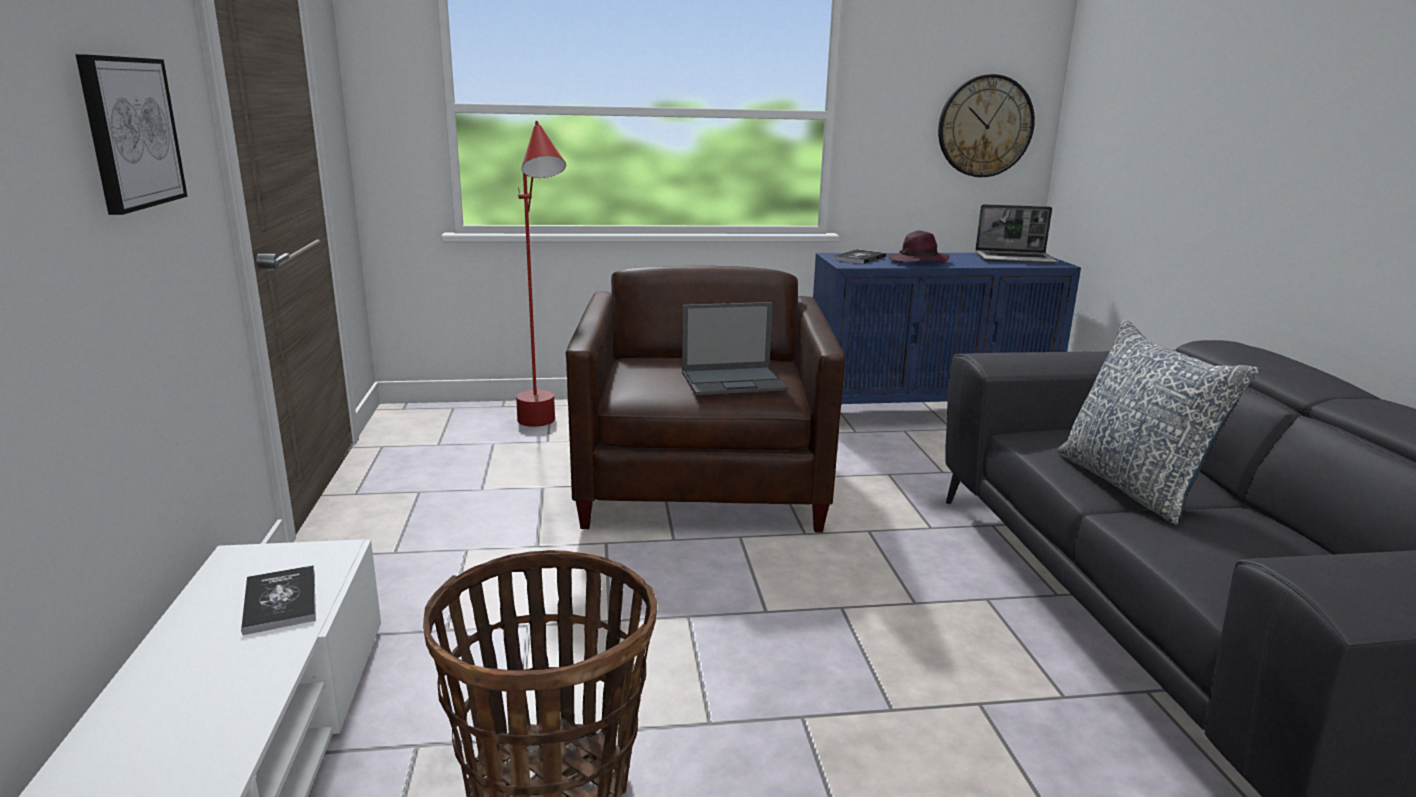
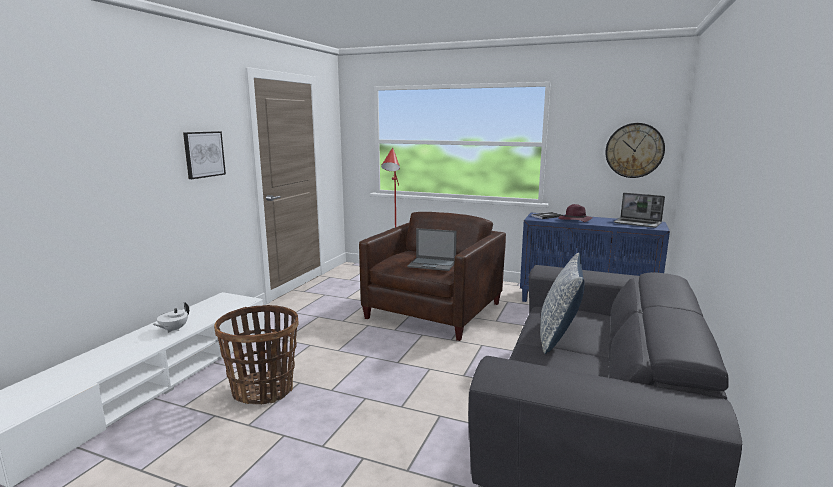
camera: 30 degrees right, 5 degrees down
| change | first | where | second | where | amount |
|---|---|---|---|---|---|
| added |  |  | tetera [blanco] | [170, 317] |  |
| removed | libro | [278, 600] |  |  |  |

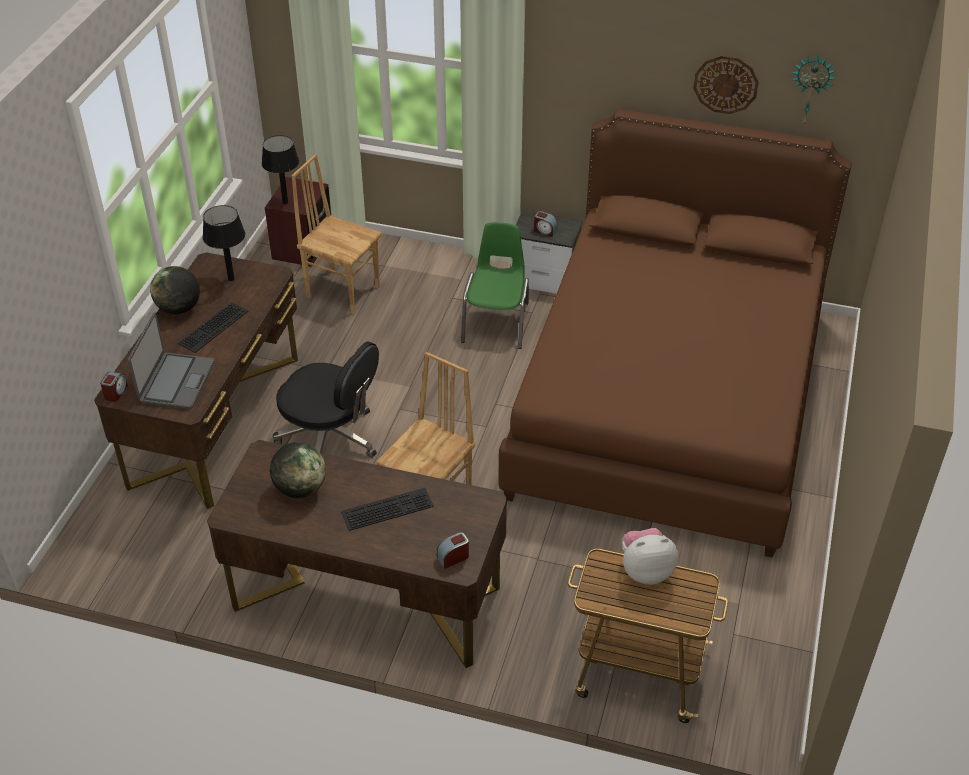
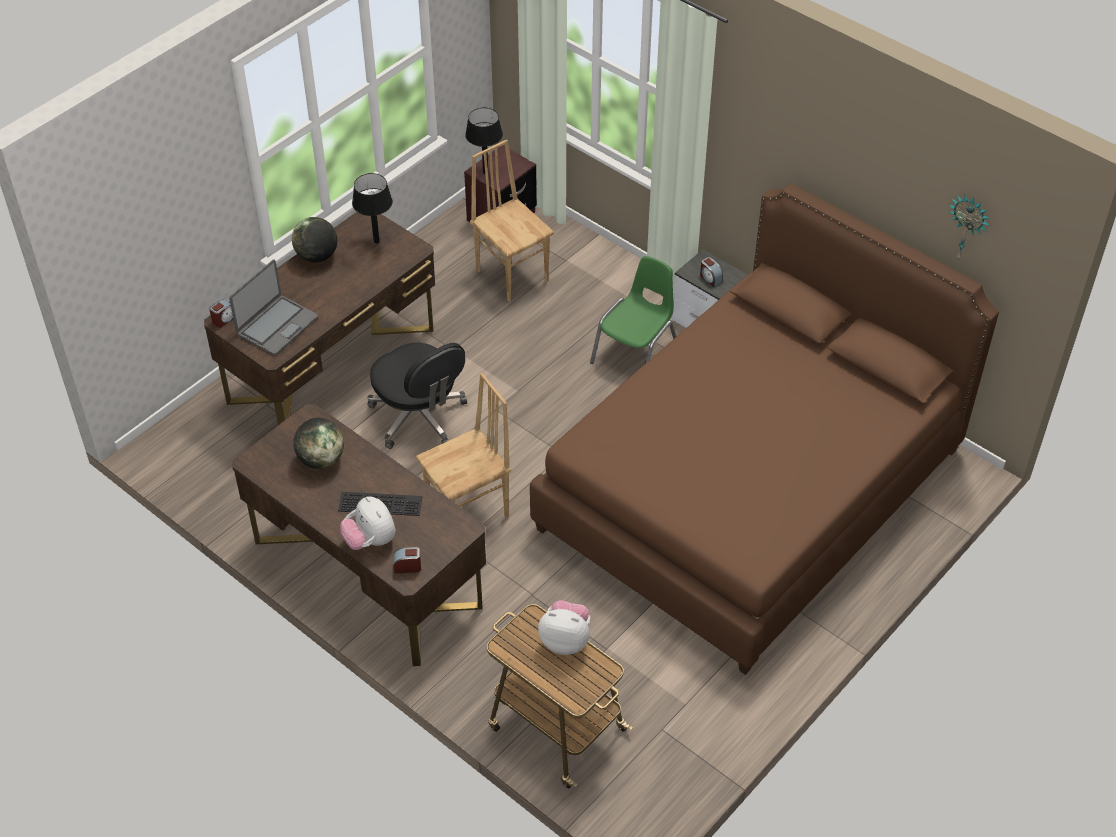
camera: 25 degrees right, 5 degrees up
| change | first | where | second | where | amount |
|---|---|---|---|---|---|
| added |  |  | peluche | [368, 523] |  |
| removed | teclado | [213, 327] |  |  |  |
| removed | reloj de pared | [726, 85] |  |  |  |

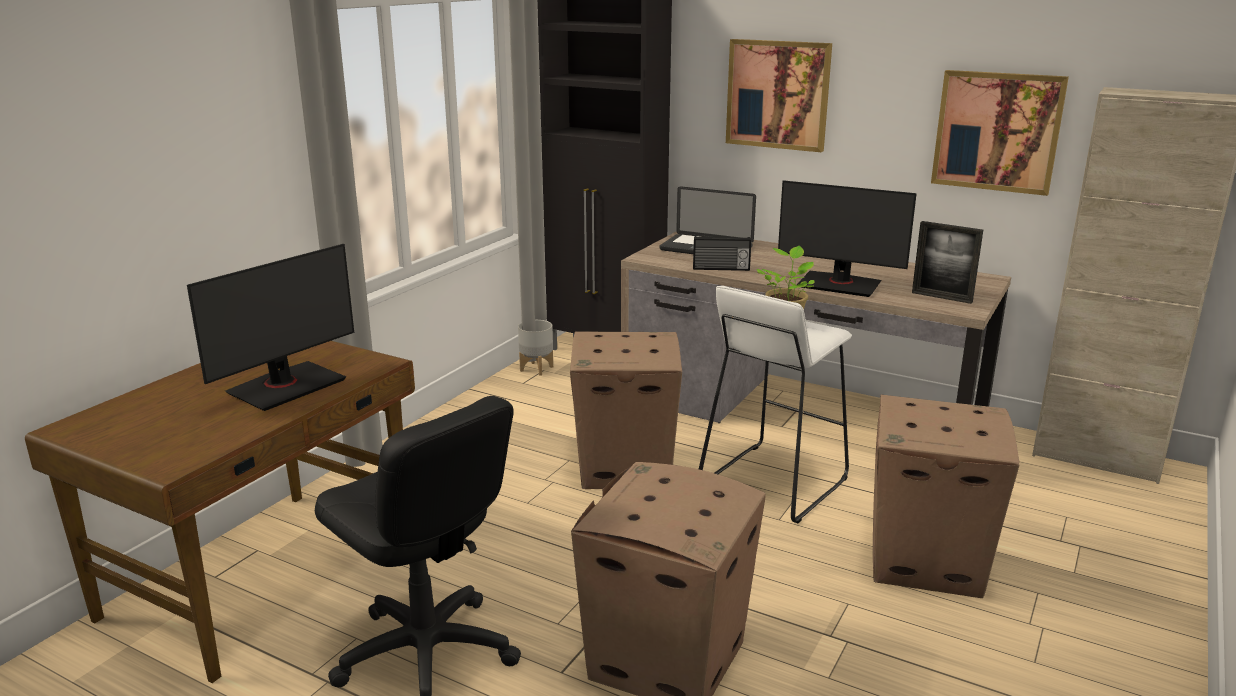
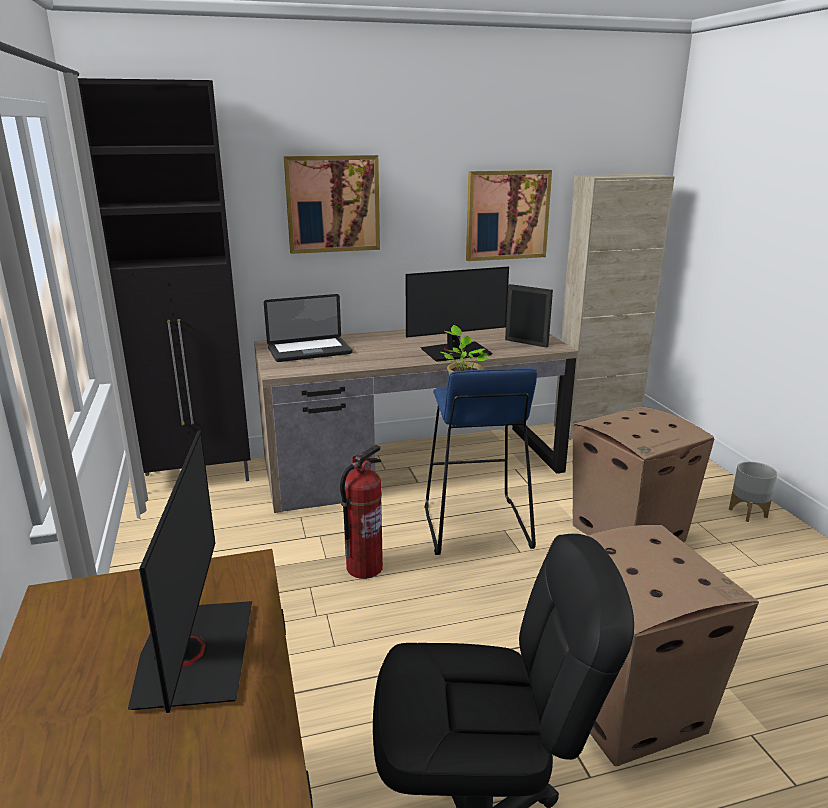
camera: 45 degrees left, 0 degrees up
| change | first | where | second | where | amount |
|---|---|---|---|---|---|
| replaced | caja de cartón | [626, 410] | extintor | [361, 511] |  |
| recoloured | taburete [blanco] | [775, 405] | taburete [azul] | [481, 461] |  |
| turned | portarretratos | [947, 262] |  | [529, 316] | 135 degrees counterclockwise |
| moved | maceta [gris] | [535, 348] |  | [753, 492] |  |
| removed | radio | [722, 253] |  |  |  |

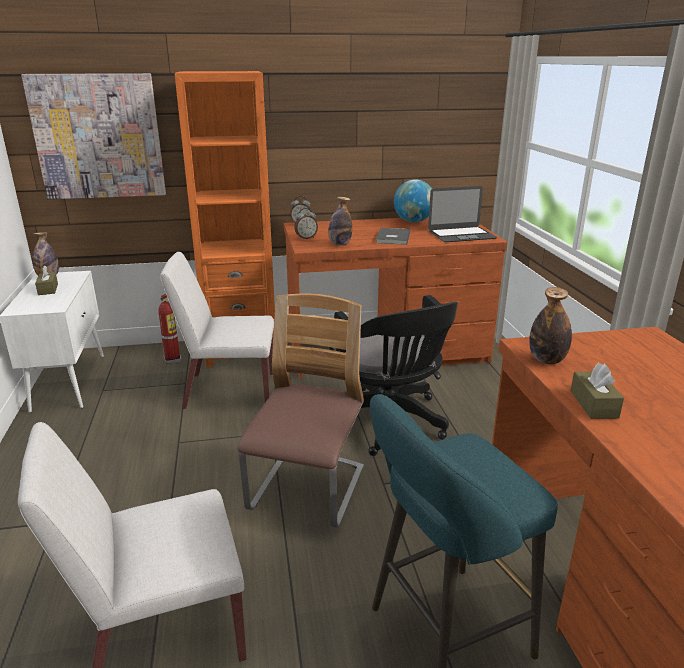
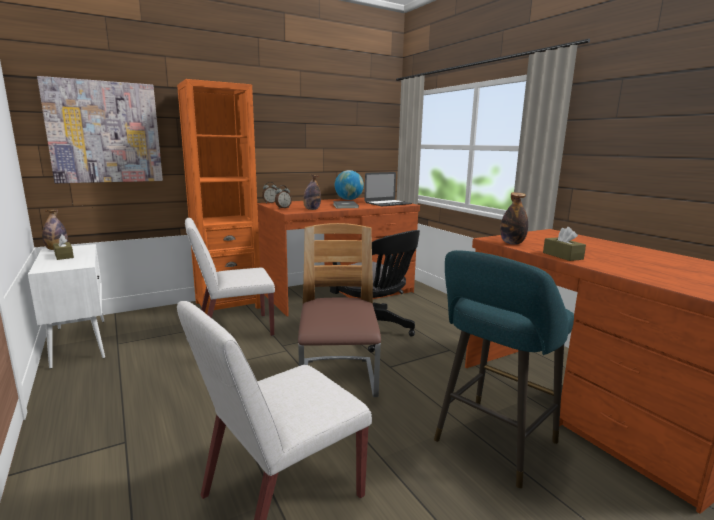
camera: 20 degrees left, 10 degrees down
| change | first | where | second | where | amount |
|---|---|---|---|---|---|
| removed | extintor | [170, 329] |  |  |  |

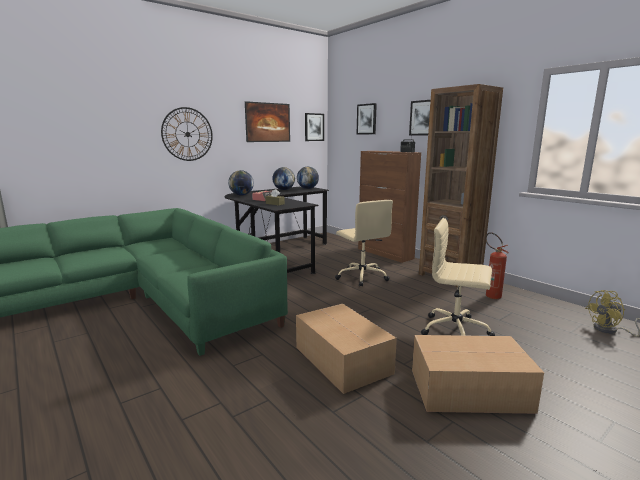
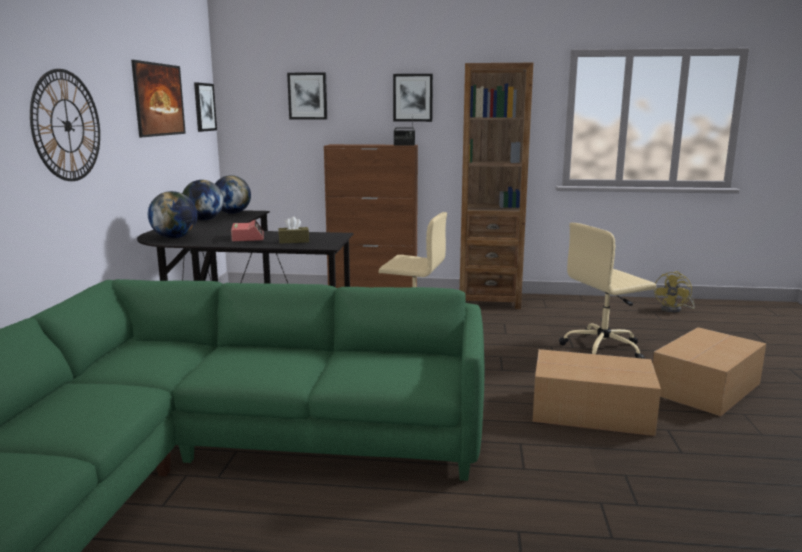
camera: 45 degrees left, 0 degrees up
| change | first | where | second | where | amount |
|---|---|---|---|---|---|
| removed | extintor | [497, 265] |  |  |  |

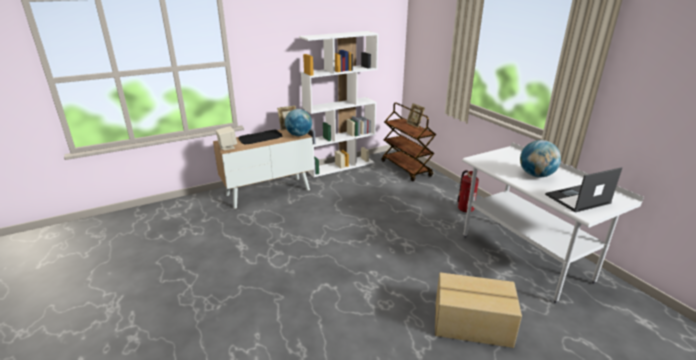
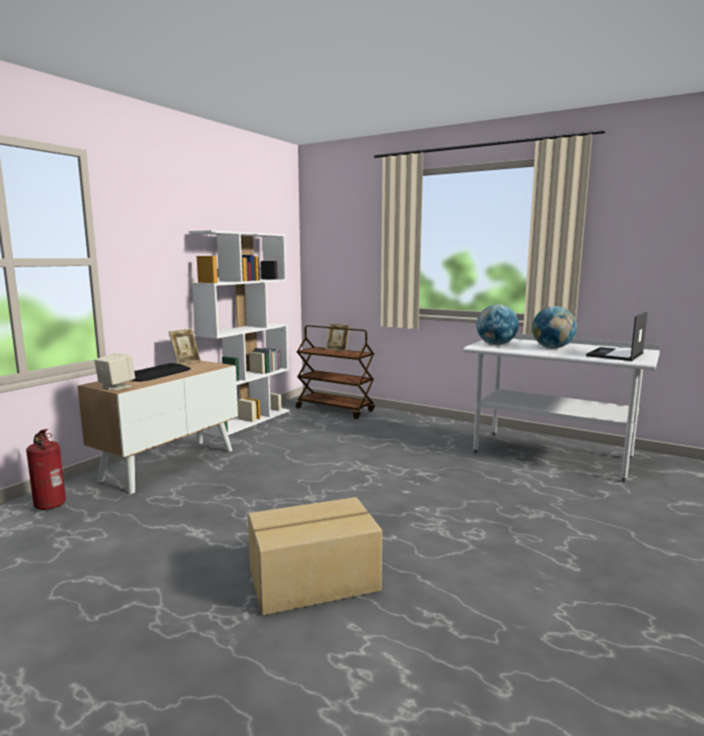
camera: 30 degrees left, 15 degrees down
| change | first | where | second | where | amount |
|---|---|---|---|---|---|
| moved | extintor | [468, 191] |  | [46, 469] |  |
| moved | caja de cartón | [478, 310] |  | [315, 556] |  |
| moved | globo terráqueo | [298, 122] |  | [498, 324] |  |

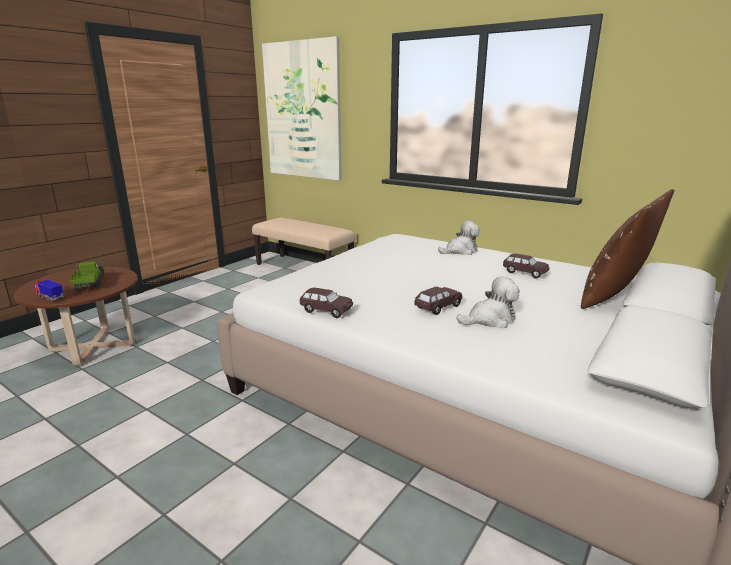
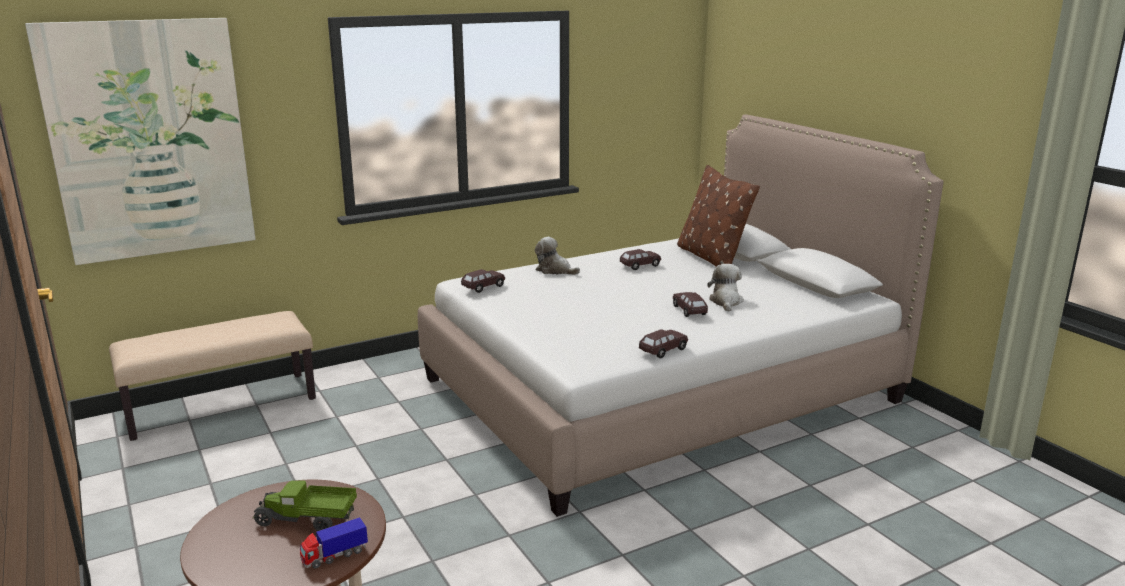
camera: 65 degrees left, 0 degrees up
| change | first | where | second | where | amount |
|---|---|---|---|---|---|
| added |  |  | coche de juguete [marrón] | [483, 281] |  |
| turned | peluche | [459, 238] |  | [557, 256] | 60 degrees counterclockwise |

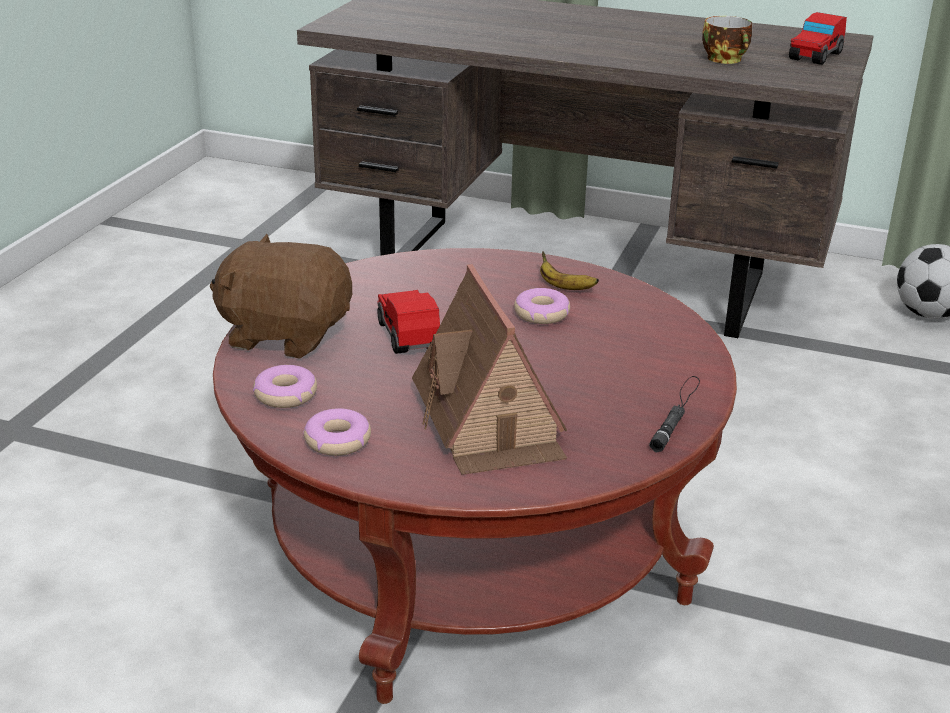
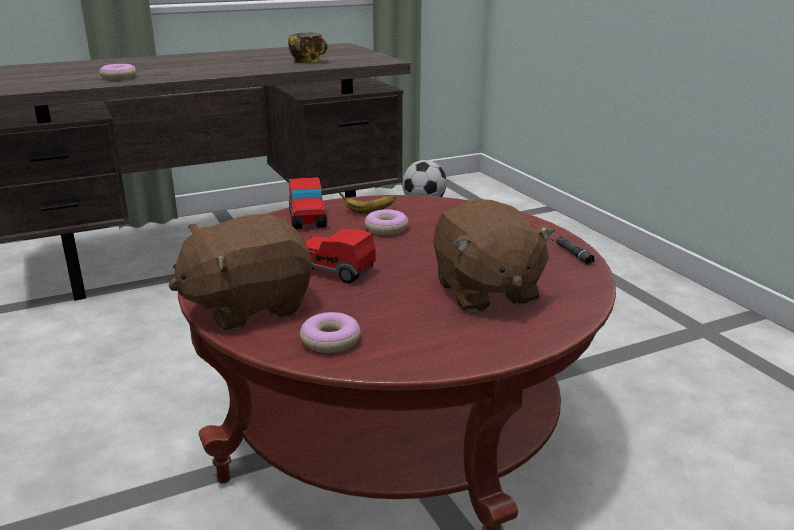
camera: 45 degrees left, 5 degrees down
| change | first | where | second | where | amount |
|---|---|---|---|---|---|
| moved | rosquilla | [337, 432] |  | [118, 72] |  |
| moved | coche de juguete | [818, 38] |  | [308, 203] |  |
| replaced | casita | [489, 369] | peluche [marrón] | [494, 256] |  |

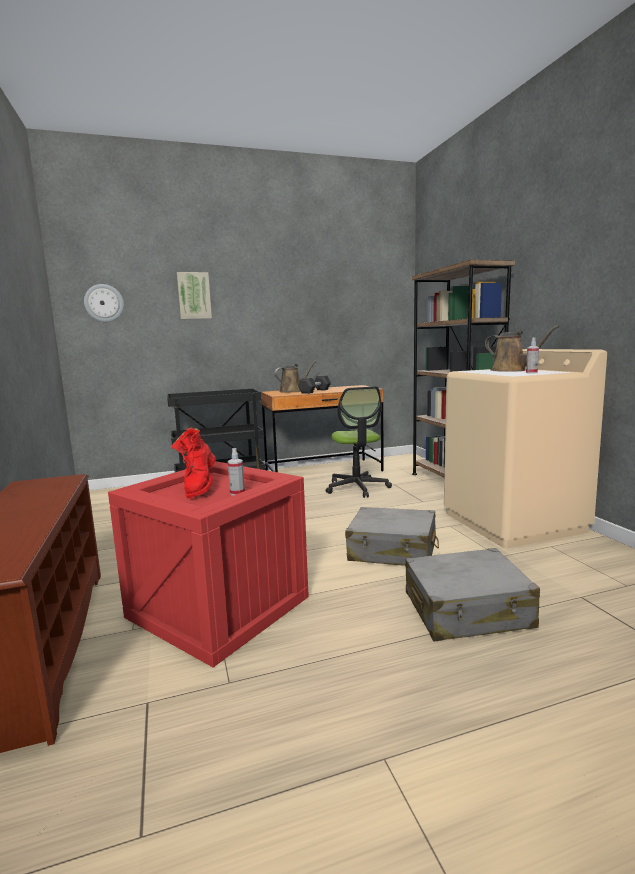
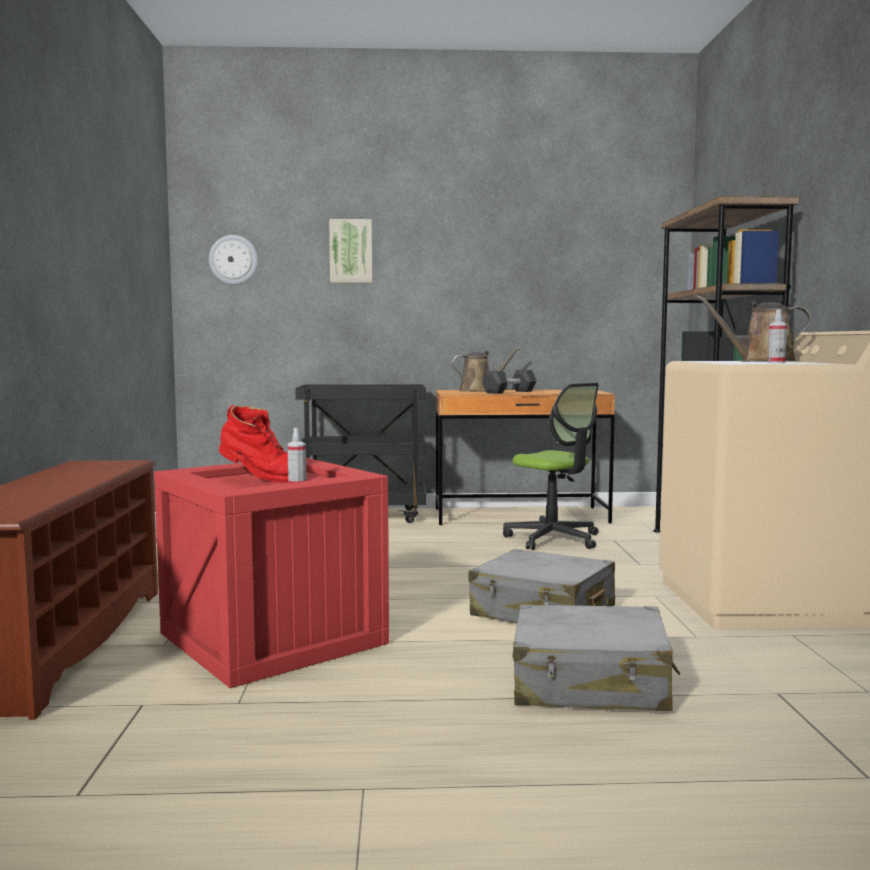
camera: 15 degrees right, 5 degrees down
| change | first | where | second | where | amount |
|---|---|---|---|---|---|
| turned | bota [rojo] | [193, 463] |  | [253, 444] | 90 degrees counterclockwise |
| turned | silla de oficina | [359, 442] |  | [551, 466] | 45 degrees counterclockwise |
| turned | regadera [marrón] | [522, 348] |  | [753, 329] | 120 degrees clockwise |

